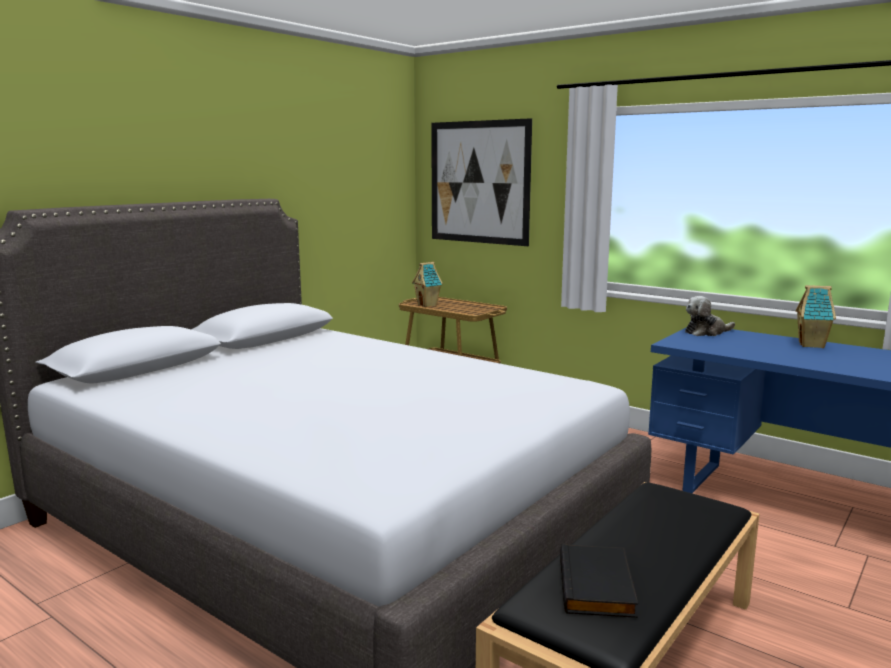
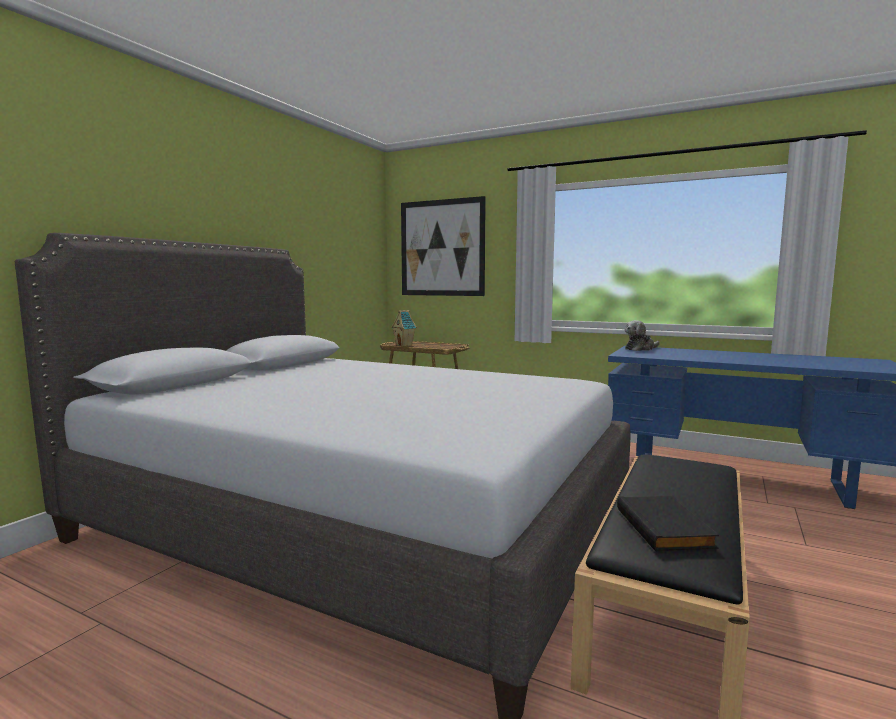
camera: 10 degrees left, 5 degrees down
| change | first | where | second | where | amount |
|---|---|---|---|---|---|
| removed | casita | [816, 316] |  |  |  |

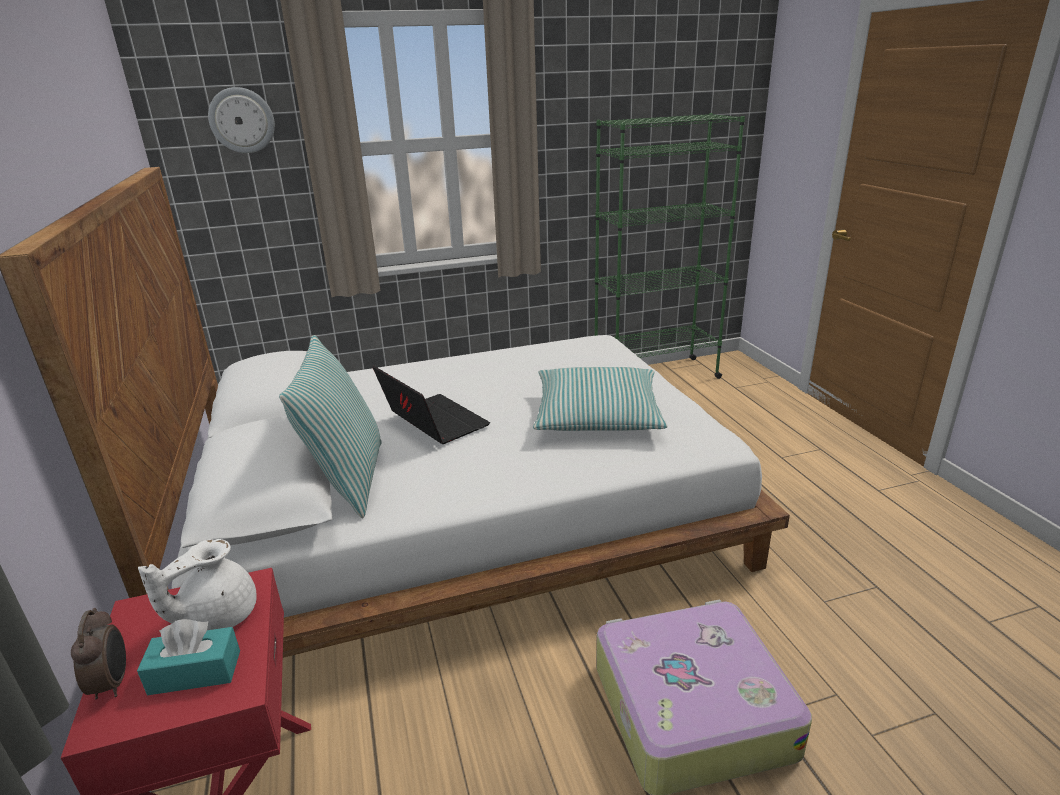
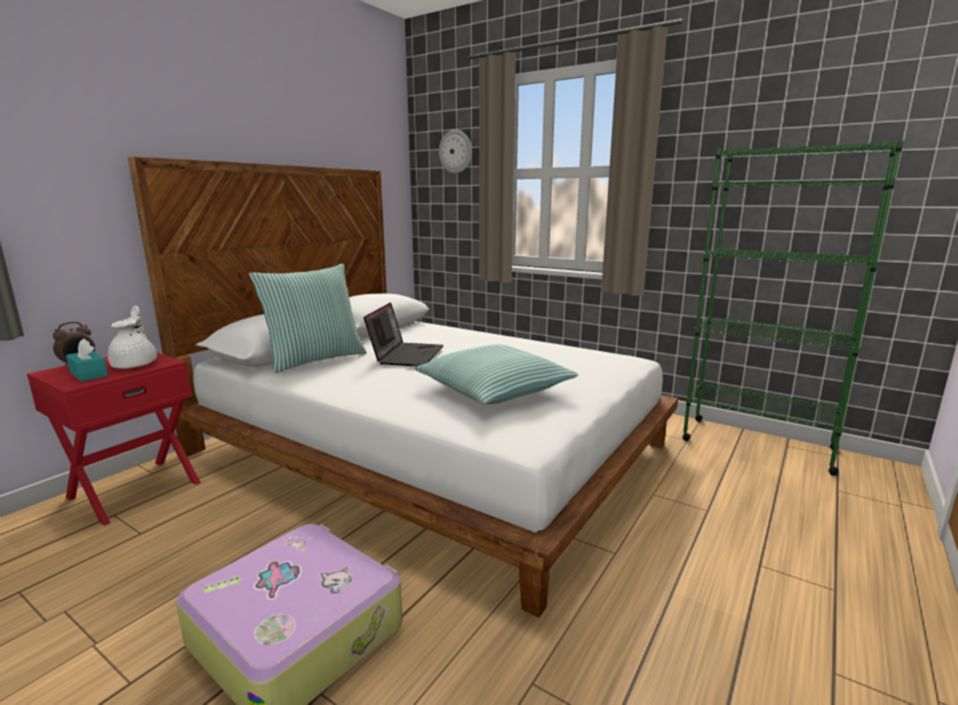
camera: 50 degrees right, 10 degrees down
| change | first | where | second | where | amount |
|---|---|---|---|---|---|
| turned | tetera [blanco] | [197, 584] |  | [132, 337] | 75 degrees clockwise |

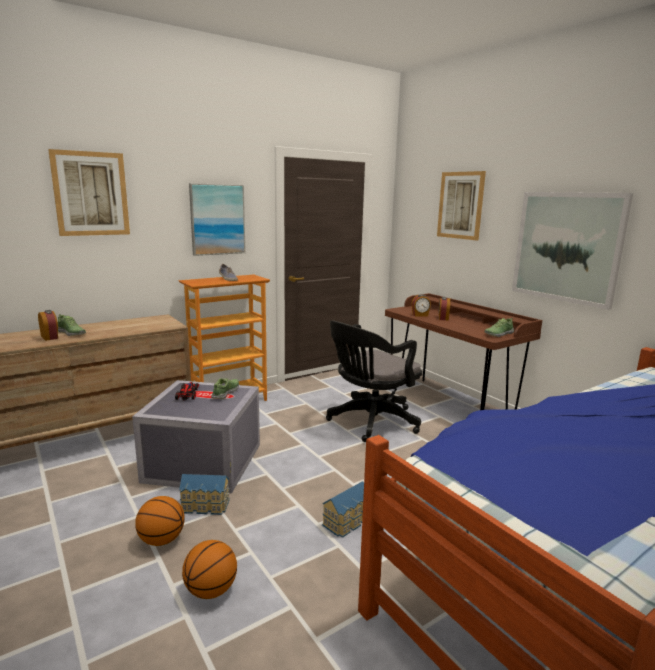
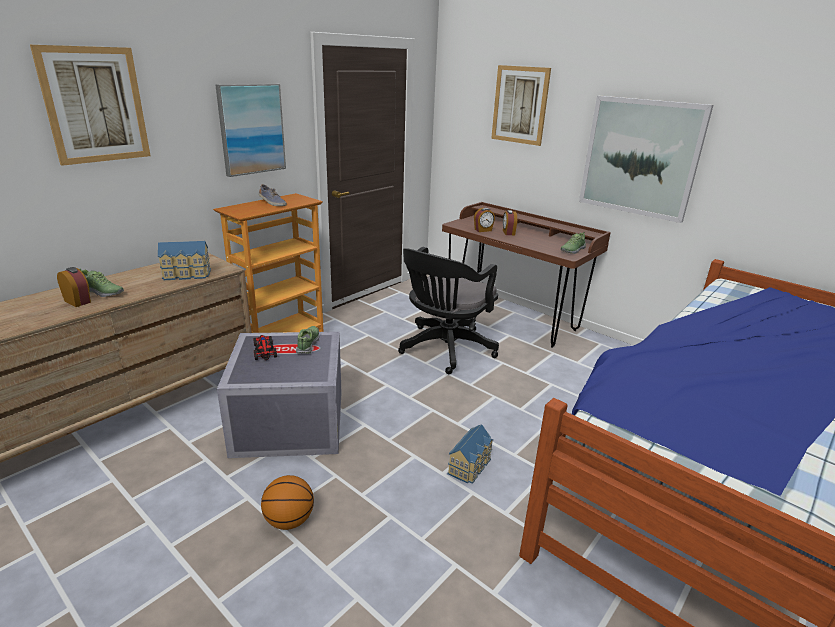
camera: 15 degrees left, 10 degrees up
| change | first | where | second | where | amount |
|---|---|---|---|---|---|
| moved | casita | [204, 494] |  | [184, 260] |  |
| removed | balón de baloncesto | [209, 569] |  |  |  |

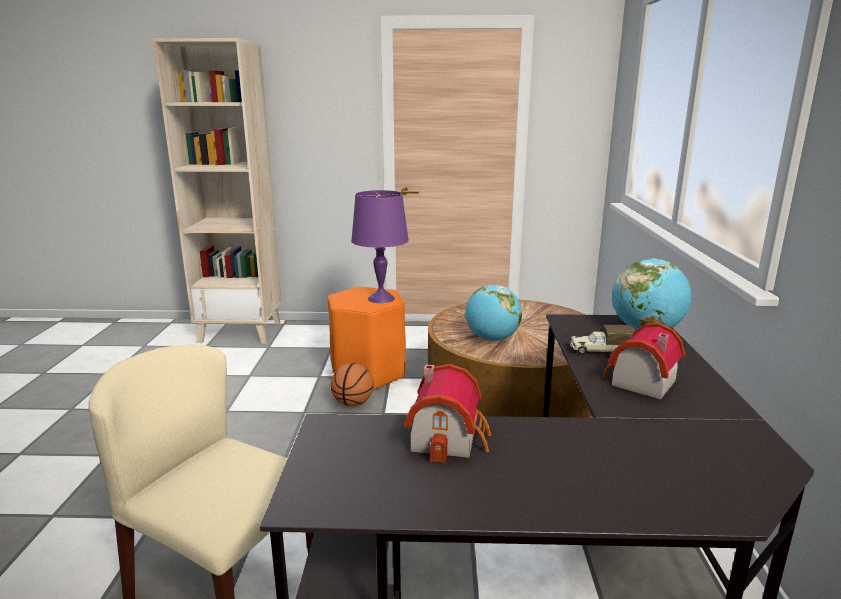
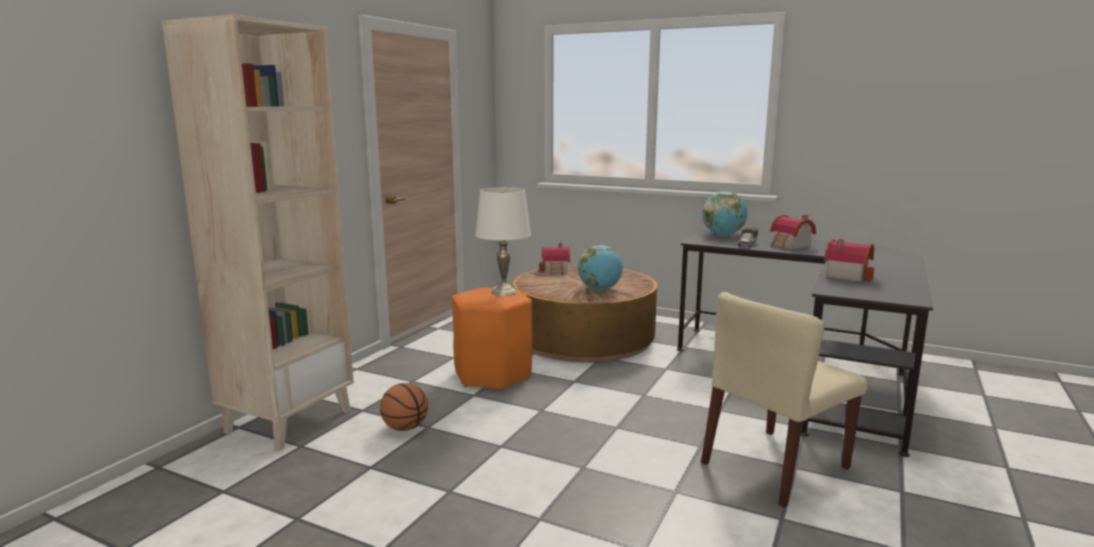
camera: 65 degrees left, 5 degrees down
| change | first | where | second | where | amount |
|---|---|---|---|---|---|
| moved | balón de baloncesto | [352, 384] |  | [404, 407] |  |
| recoloured | lámpara de mesa [morado] | [380, 246] | lámpara de mesa [blanco] | [503, 241] |  |
| added |  |  | casita | [554, 259] |  |

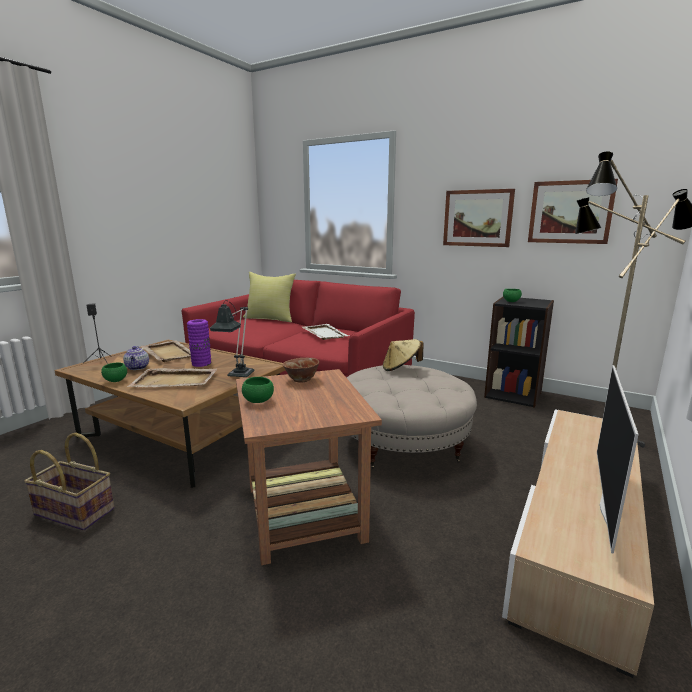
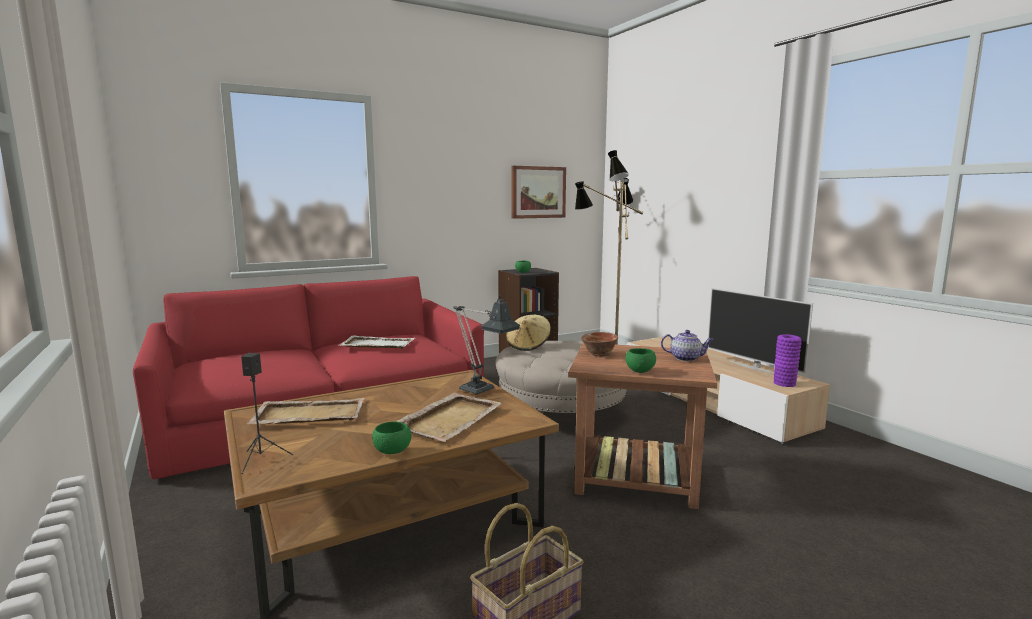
camera: 60 degrees left, 5 degrees down
| change | first | where | second | where | amount |
|---|---|---|---|---|---|
| moved | tetera | [136, 358] |  | [687, 345] |  |
| moved | florero [morado] | [199, 343] |  | [788, 360] |  |
| removed | cojín [amarillo] | [269, 297] |  |  |  |
| removed | cuadro | [479, 218] |  |  |  |

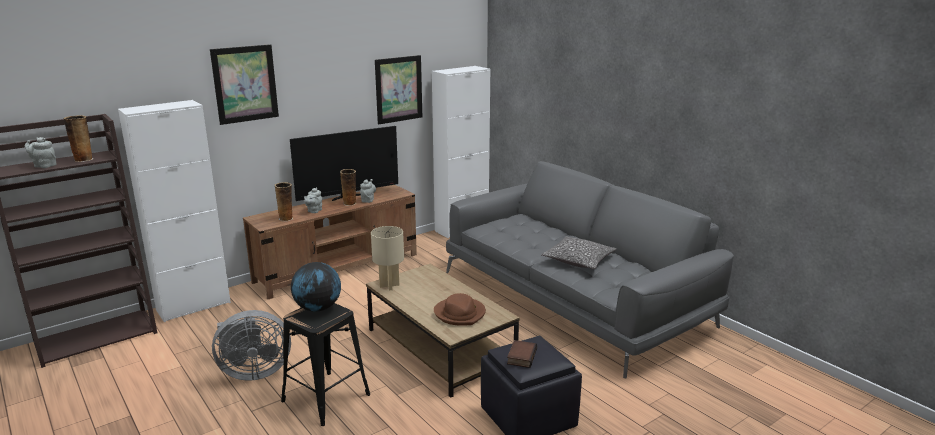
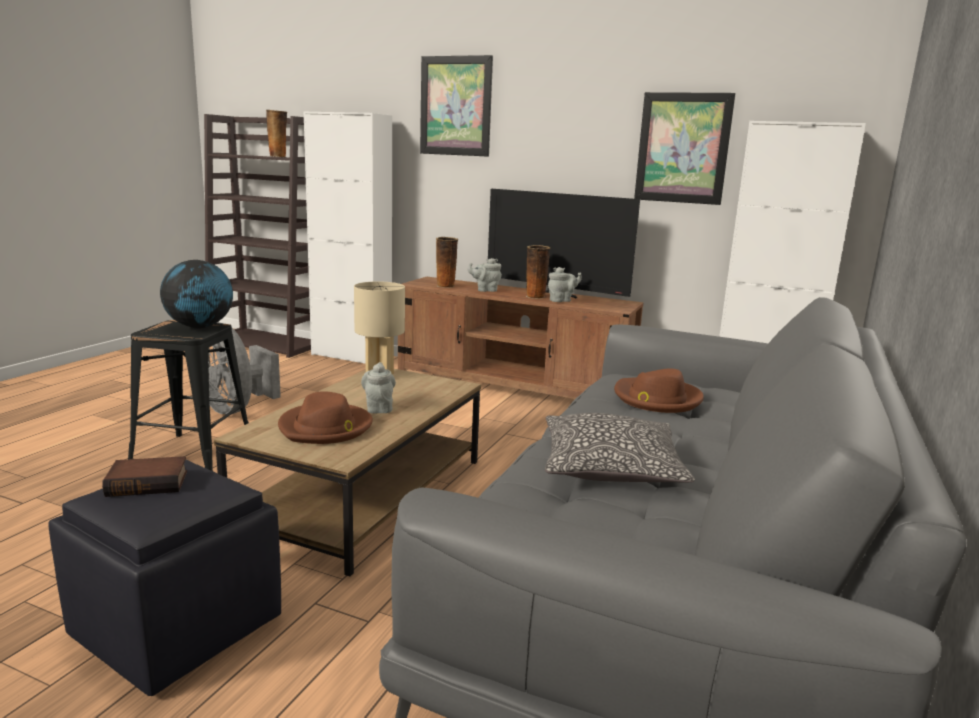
camera: 60 degrees right, 5 degrees down
| change | first | where | second | where | amount |
|---|---|---|---|---|---|
| moved | tetera [gris] | [41, 152] |  | [378, 387] |  |
| added |  |  | sombrero [marrón] | [659, 390] |  |

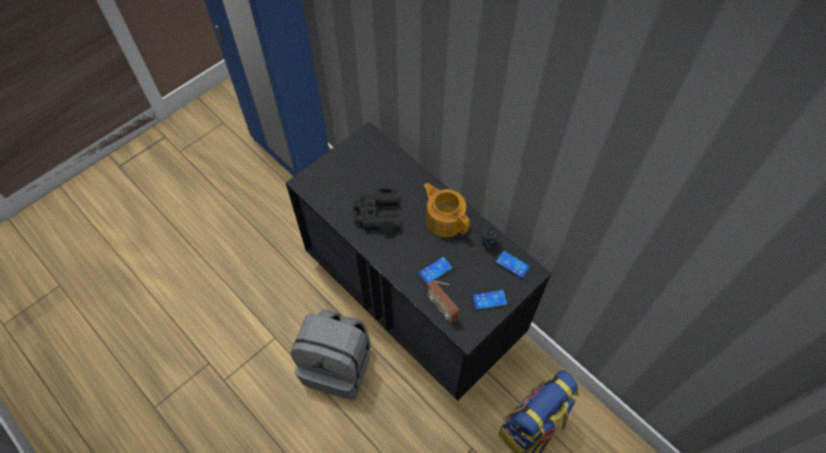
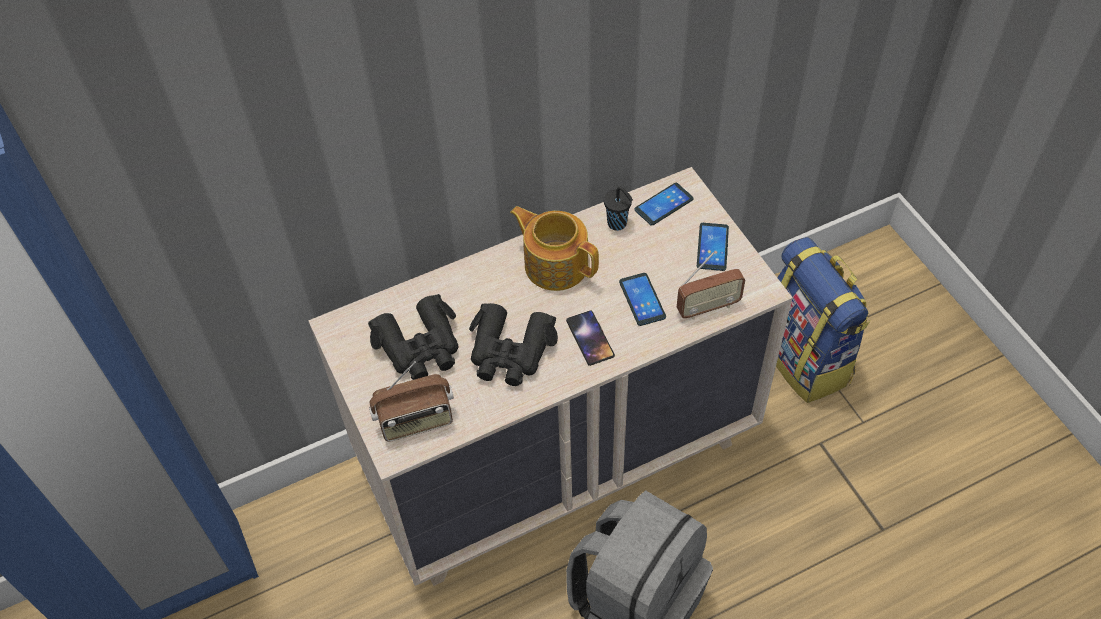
camera: 70 degrees left, 5 degrees down
| change | first | where | second | where | amount |
|---|---|---|---|---|---|
| recoloured | cómoda [negro] | [418, 261] | cómoda [beis] | [550, 376] |  |
| added |  |  | prismáticos [negro] | [413, 337] |  |
| added |  |  | radio | [411, 401] |  |
| turned | tetera | [446, 210] |  | [554, 248] | 60 degrees clockwise |
| added |  |  | móvil | [590, 338] |  |

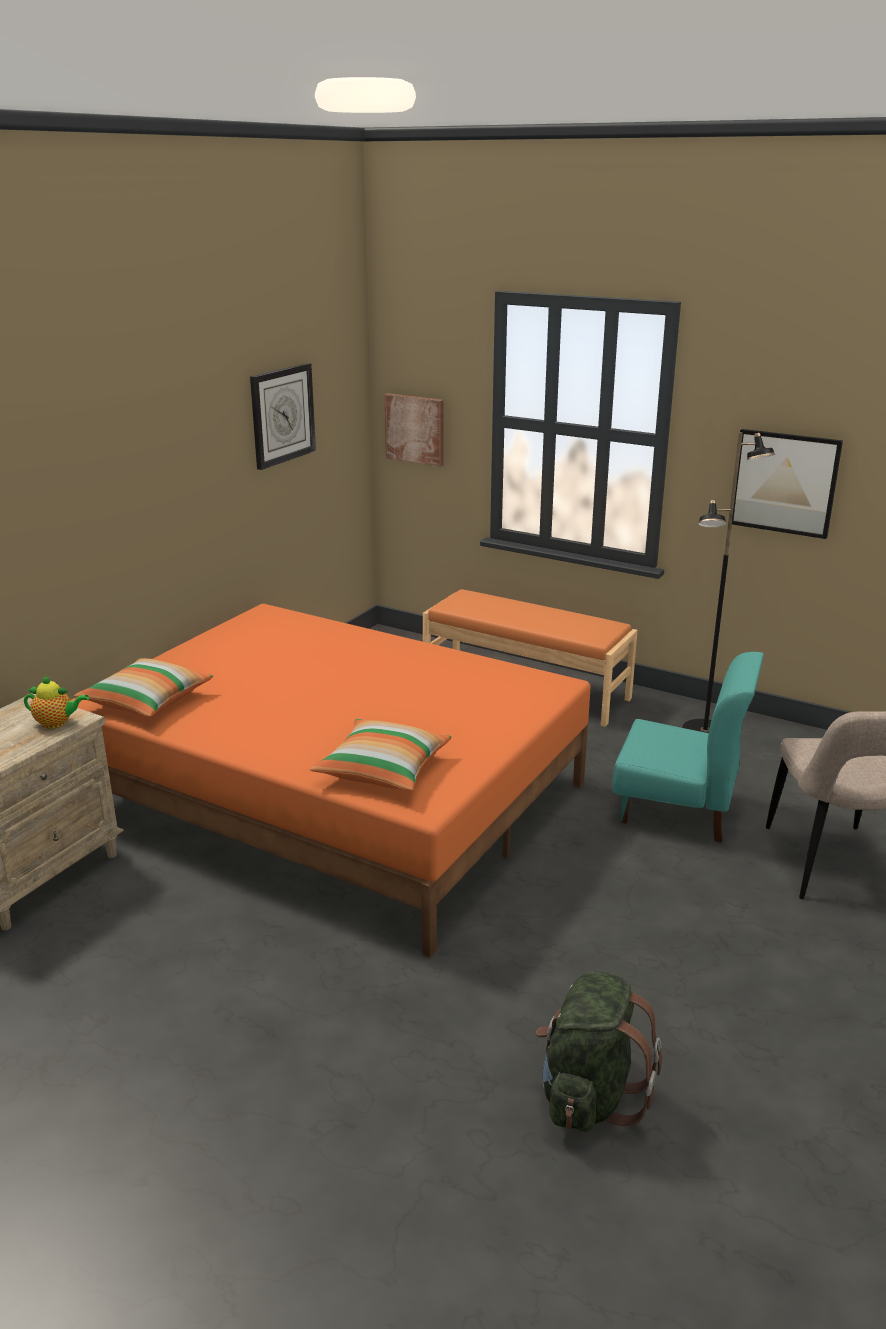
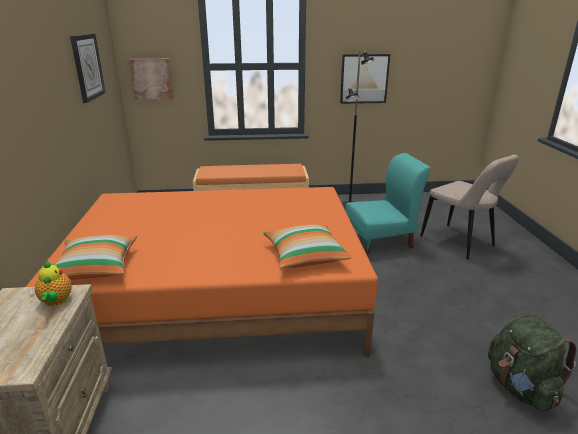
camera: 35 degrees left, 0 degrees up
| change | first | where | second | where | amount |
|---|---|---|---|---|---|
| turned | tetera | [56, 702] |  | [53, 283] | 105 degrees clockwise |

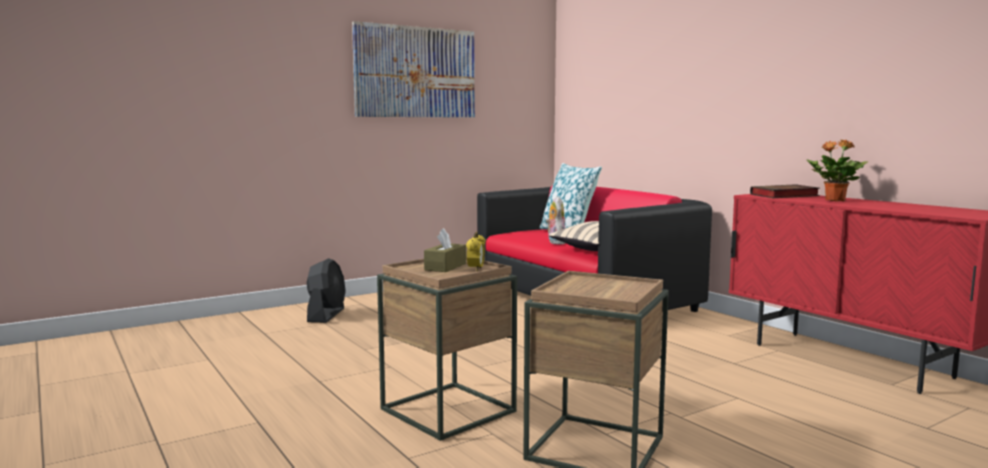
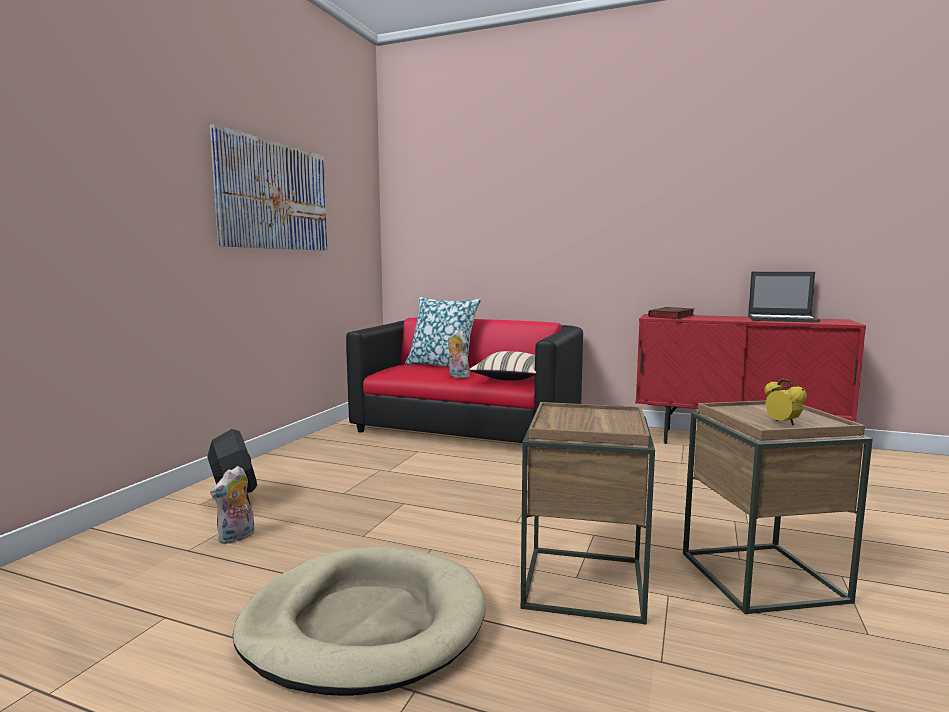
camera: 35 degrees left, 0 degrees up
| change | first | where | second | where | amount |
|---|---|---|---|---|---|
| added |  |  | peluche | [232, 505] |  |
| added |  |  | cama para perro [beis] | [359, 621] |  |
| added |  |  | portátil | [784, 297] |  |
| moved | despertador | [476, 251] |  | [785, 402] |  |
| removed | caja de pañuelos [marrón] | [445, 250] |  |  |  |
| removed | planta en maceta | [837, 170] |  |  |  |

